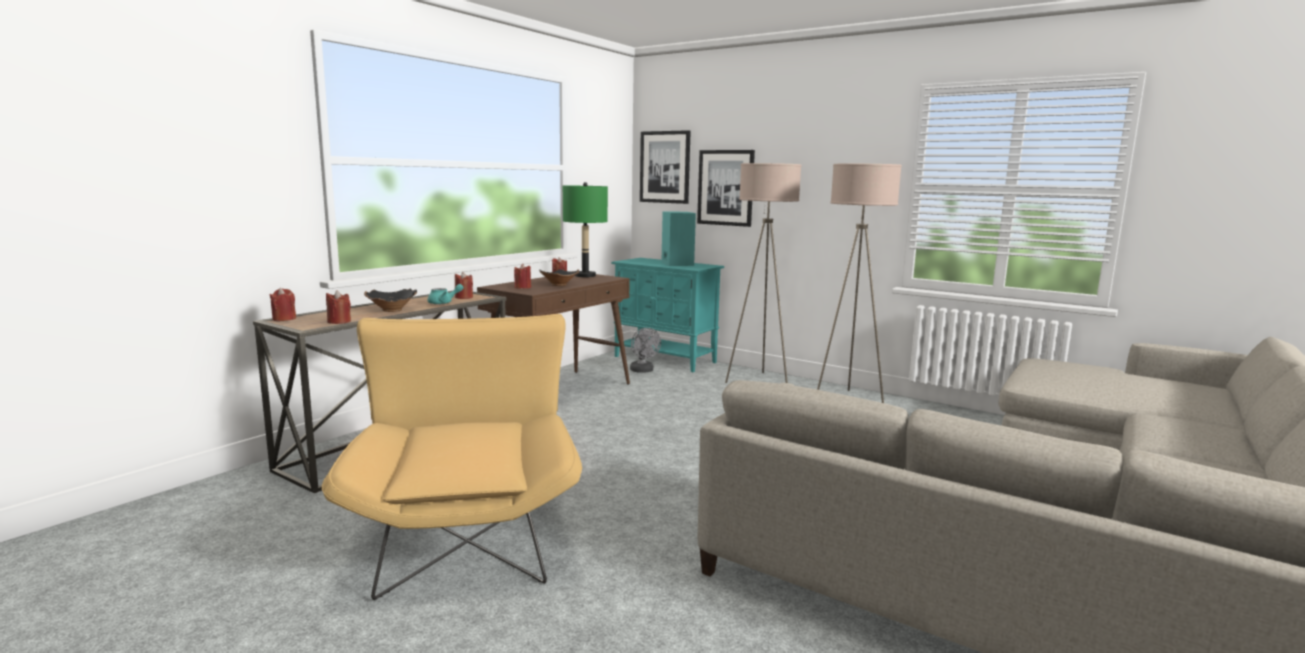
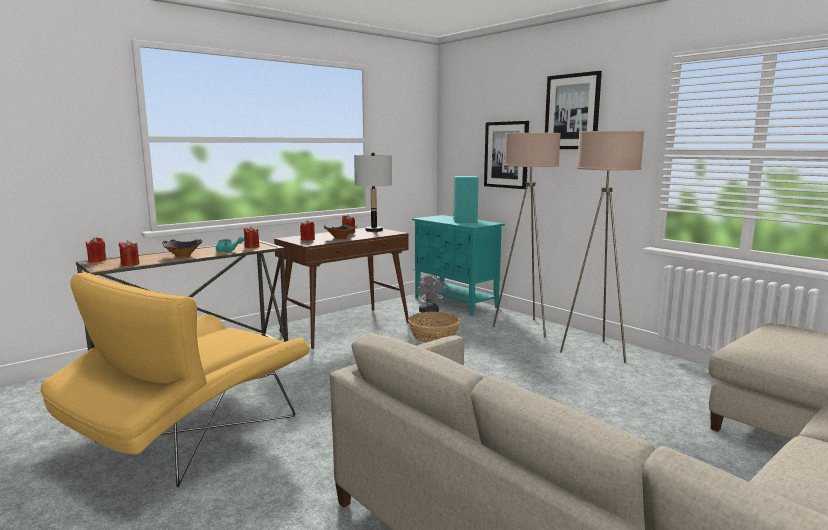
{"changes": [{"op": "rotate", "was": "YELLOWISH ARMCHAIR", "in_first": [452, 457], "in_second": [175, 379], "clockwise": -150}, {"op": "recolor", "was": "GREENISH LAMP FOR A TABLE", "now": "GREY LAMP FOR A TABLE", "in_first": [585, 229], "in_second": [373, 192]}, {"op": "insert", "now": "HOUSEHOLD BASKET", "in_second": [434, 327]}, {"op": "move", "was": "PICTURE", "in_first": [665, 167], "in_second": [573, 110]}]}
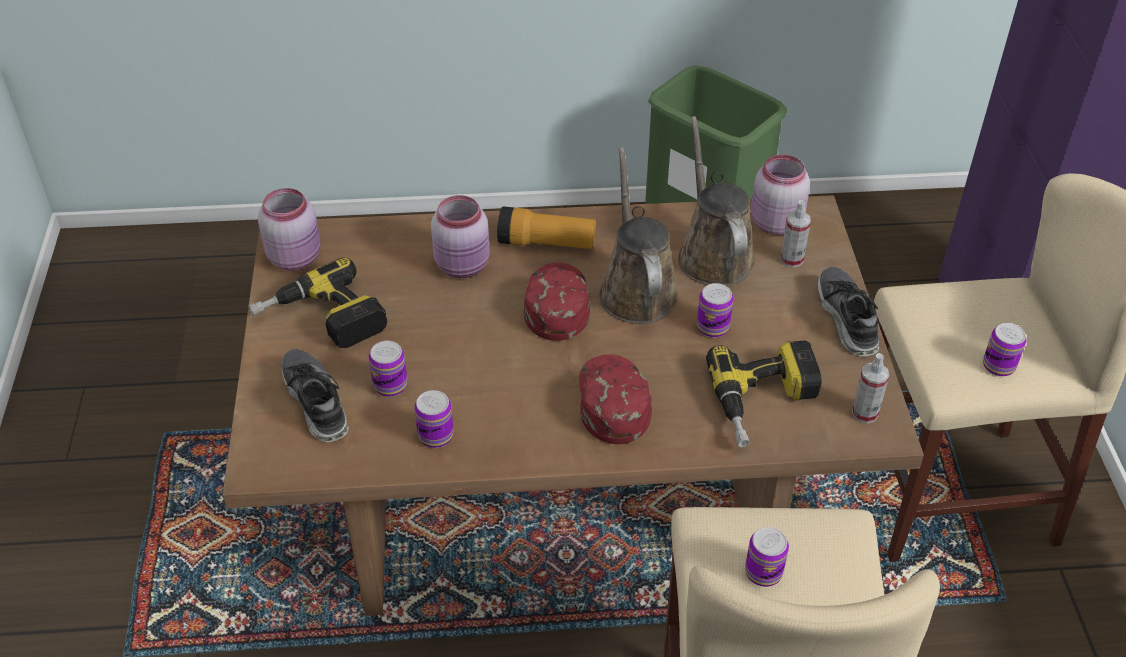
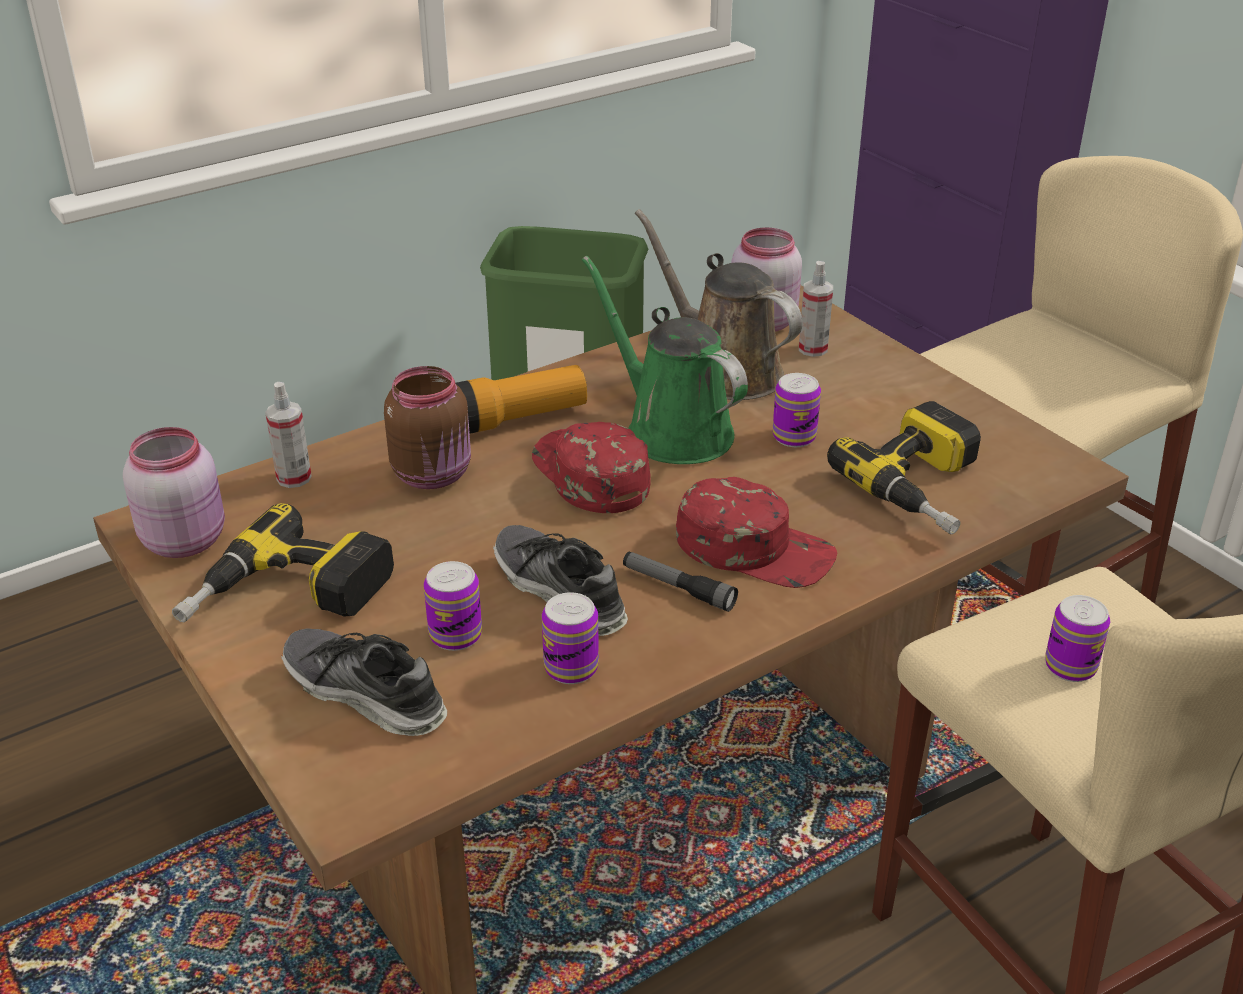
{"changes": [{"op": "move", "was": "SPRAY BOTTLE", "in_first": [870, 388], "in_second": [288, 435]}, {"op": "recolor", "was": "PINK-COLOURED JAR", "now": "BROWN JAR", "in_first": [460, 236], "in_second": [427, 427]}, {"op": "move", "was": "ITEM OF FOOTWEAR", "in_first": [848, 311], "in_second": [560, 580]}, {"op": "recolor", "was": "BROWN SPRINKLING CAN", "now": "GREENISH SPRINKLING CAN", "in_first": [638, 235], "in_second": [665, 360]}, {"op": "insert", "now": "TORCH", "in_second": [680, 581]}, {"op": "rotate", "was": "RED-COLOURED CAP", "in_first": [615, 399], "in_second": [756, 532], "clockwise": 150}, {"op": "delete", "was": "METAL CAN", "in_first": [1005, 350]}]}
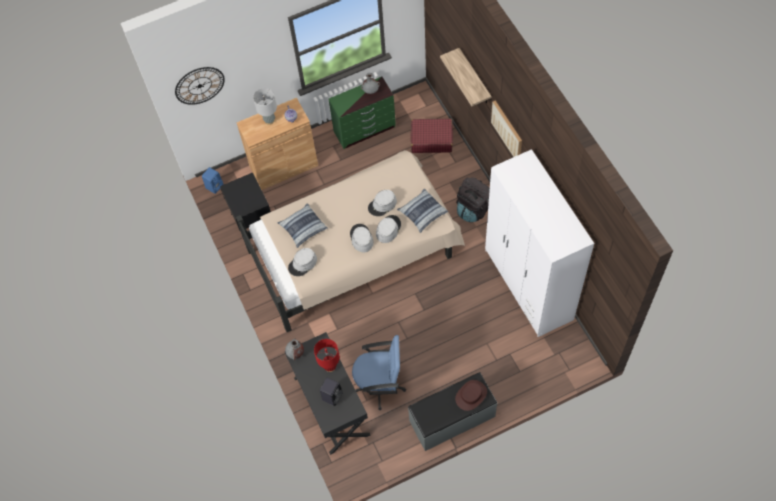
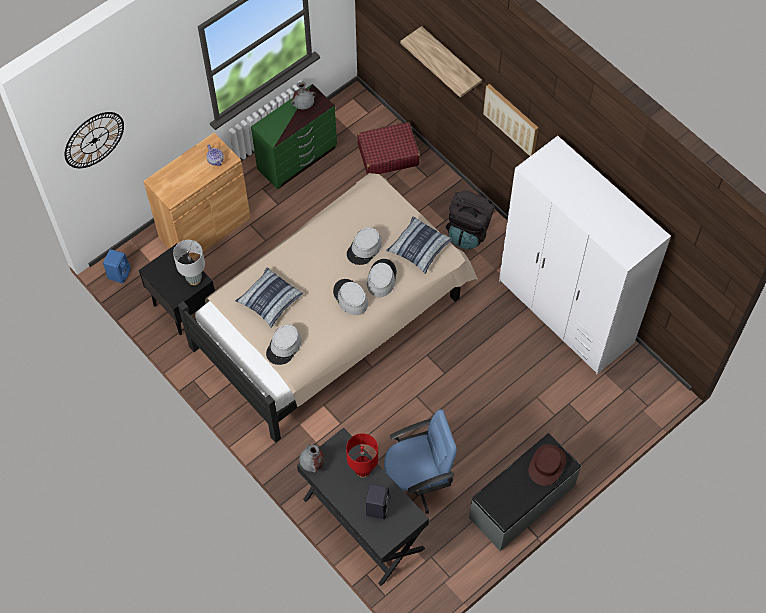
{"changes": [{"op": "move", "was": "GREY LAMP FOR A TABLE", "in_first": [265, 106], "in_second": [189, 262]}]}
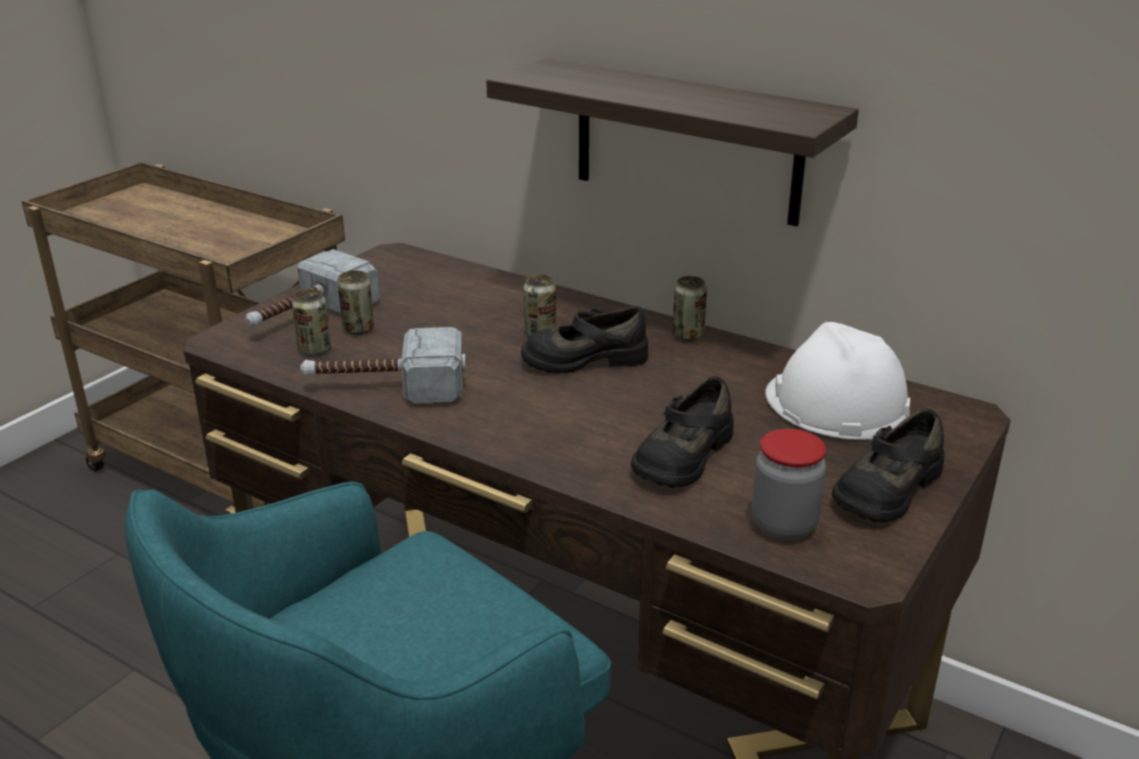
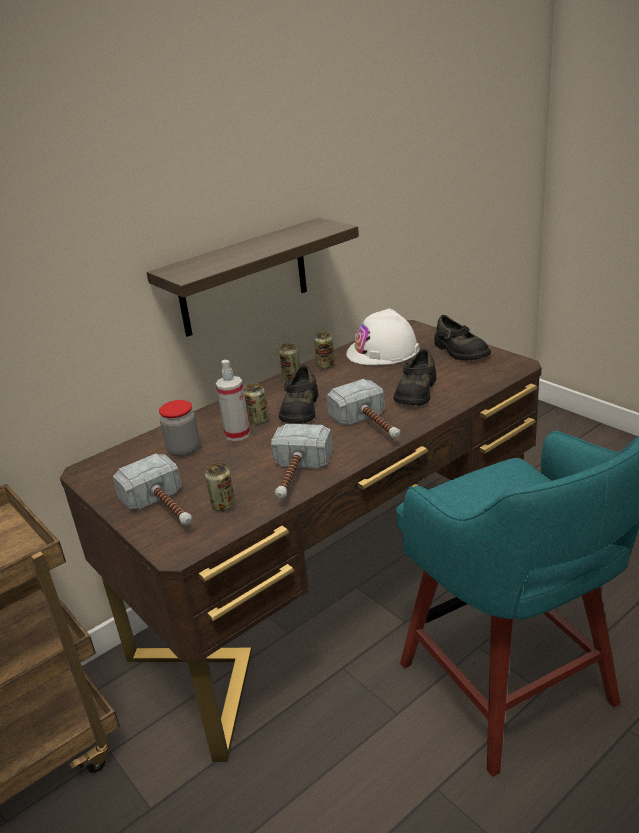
{"changes": [{"op": "move", "was": "JAR", "in_first": [789, 485], "in_second": [179, 428]}, {"op": "insert", "now": "SPRAY BOTTLE", "in_second": [233, 400]}, {"op": "move", "was": "METAL CAN", "in_first": [356, 302], "in_second": [324, 350]}, {"op": "insert", "now": "TOOL HAMMER", "in_second": [363, 408]}, {"op": "rotate", "was": "BLACK ITEM OF FOOTWEAR", "in_first": [682, 432], "in_second": [415, 377], "clockwise": 60}]}
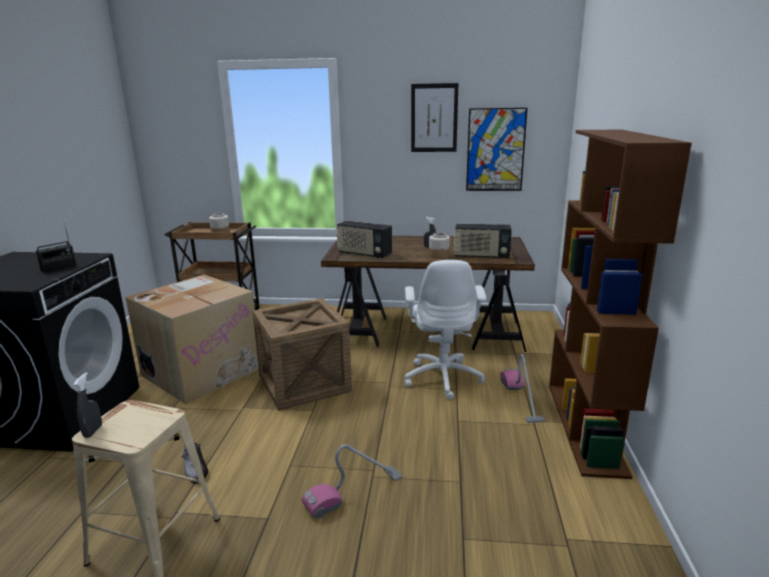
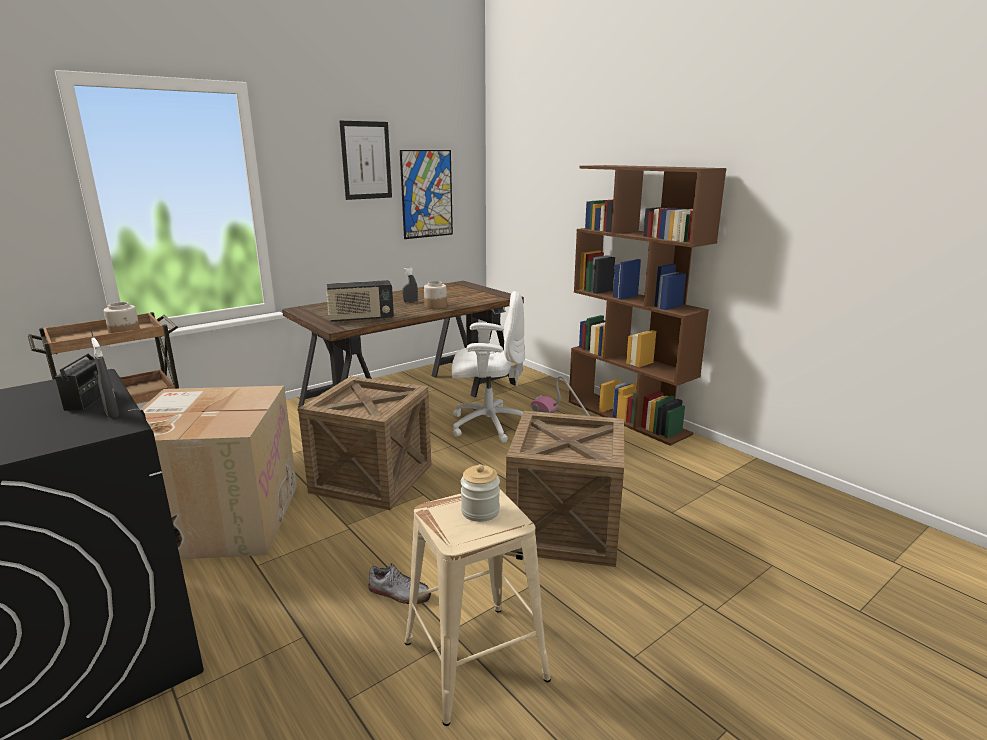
{"changes": [{"op": "move", "was": "GREY SPRAY BOTTLE", "in_first": [88, 405], "in_second": [105, 377]}, {"op": "rotate", "was": "WHITISH DESK CHAIR", "in_first": [445, 330], "in_second": [488, 367], "clockwise": -45}, {"op": "insert", "now": "JAR", "in_second": [480, 493]}, {"op": "replace", "was": "HOOVER", "now": "SHIPPING CRATE", "in_first": [352, 481], "in_second": [565, 489]}, {"op": "delete", "was": "RADIO RECEIVER", "in_first": [483, 241]}]}
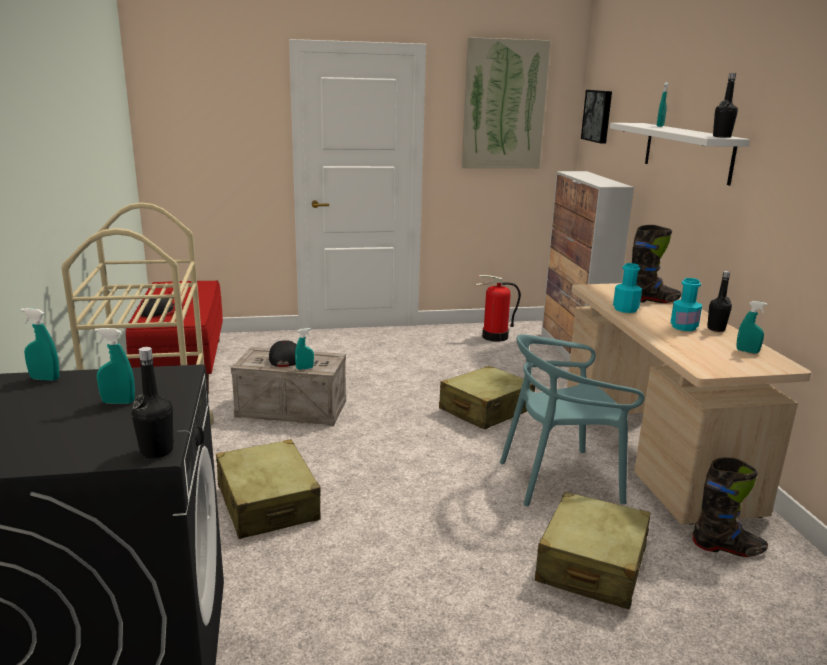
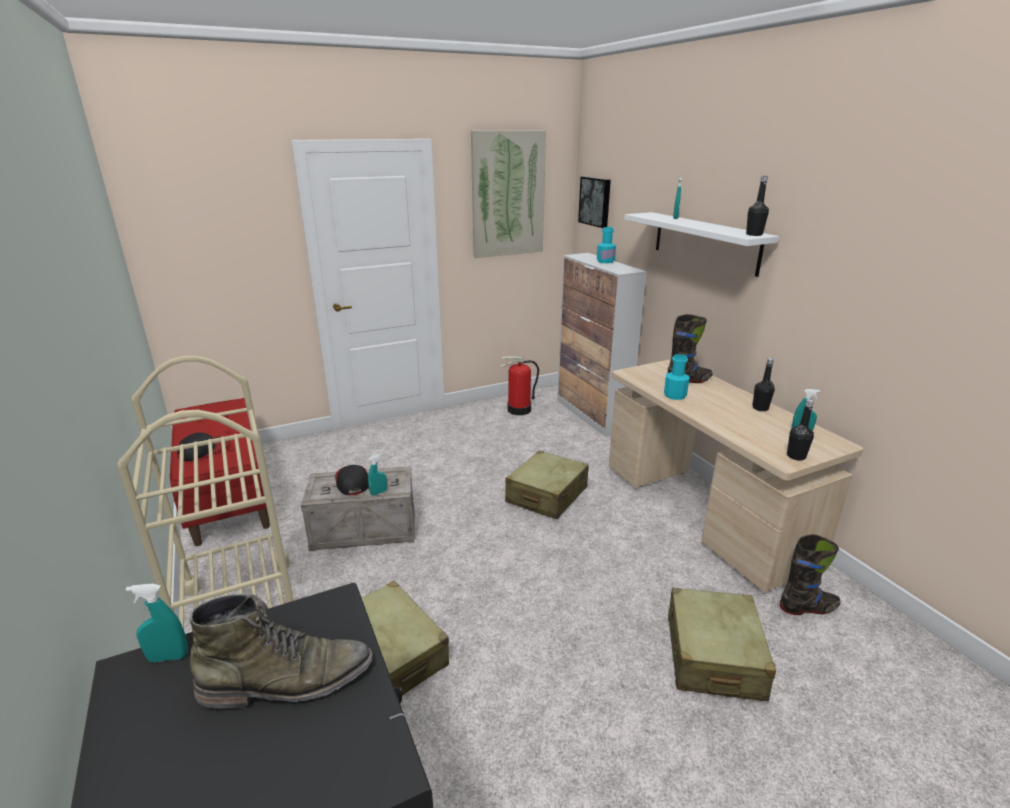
{"changes": [{"op": "replace", "was": "BLUE-GREEN SPRAY BOTTLE", "now": "GREENISH BOOT", "in_first": [114, 366], "in_second": [281, 651]}, {"op": "move", "was": "BLUE-GREEN BOTTLE", "in_first": [686, 304], "in_second": [606, 245]}, {"op": "move", "was": "BLACK BOTTLE", "in_first": [152, 403], "in_second": [800, 430]}, {"op": "delete", "was": "BLUE-GREEN UPRIGHT CHAIR", "in_first": [572, 420]}]}
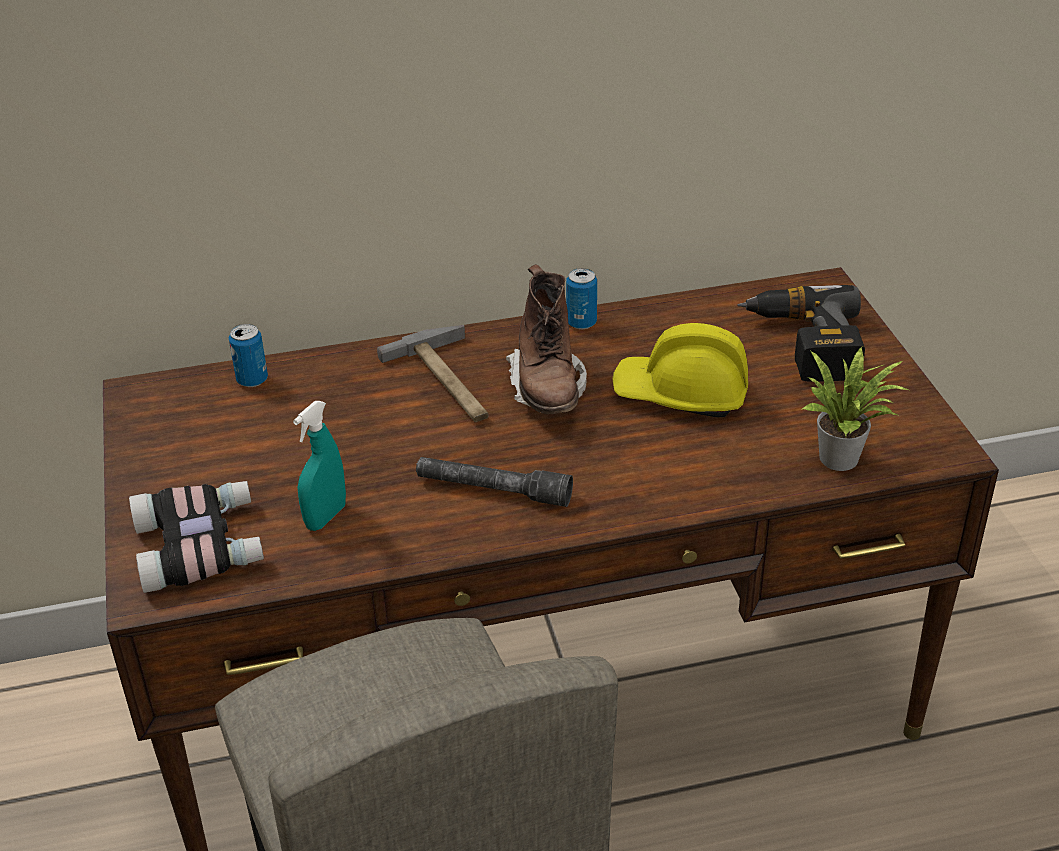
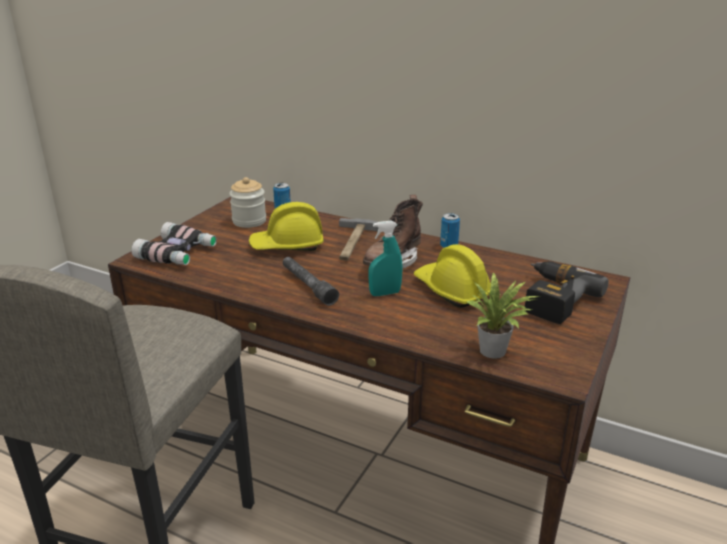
{"changes": [{"op": "insert", "now": "JAR", "in_second": [247, 202]}, {"op": "insert", "now": "YELLOWISH SAFETY HELMET", "in_second": [286, 226]}, {"op": "move", "was": "BLUE-GREEN SPRAY BOTTLE", "in_first": [319, 466], "in_second": [385, 258]}]}
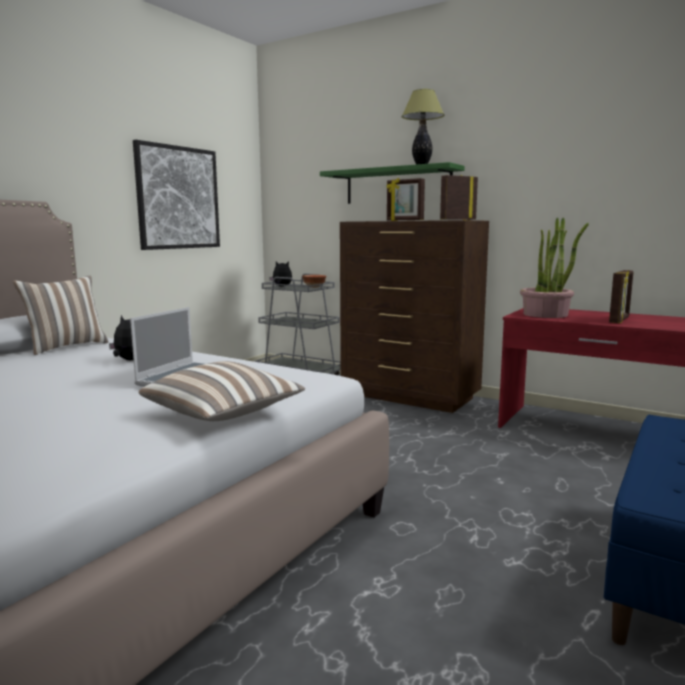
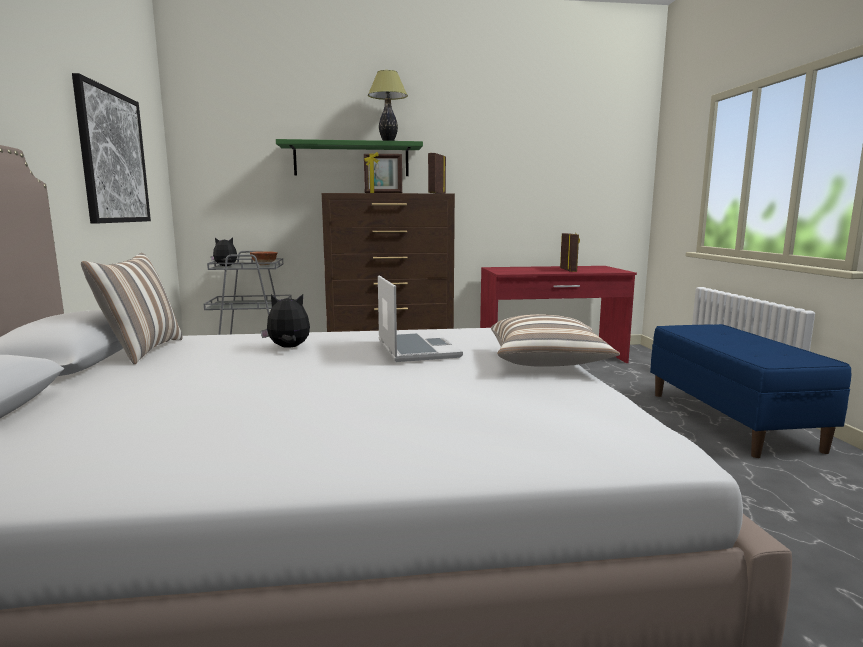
{"changes": [{"op": "delete", "was": "PLANT IN A POT", "in_first": [554, 267]}]}
